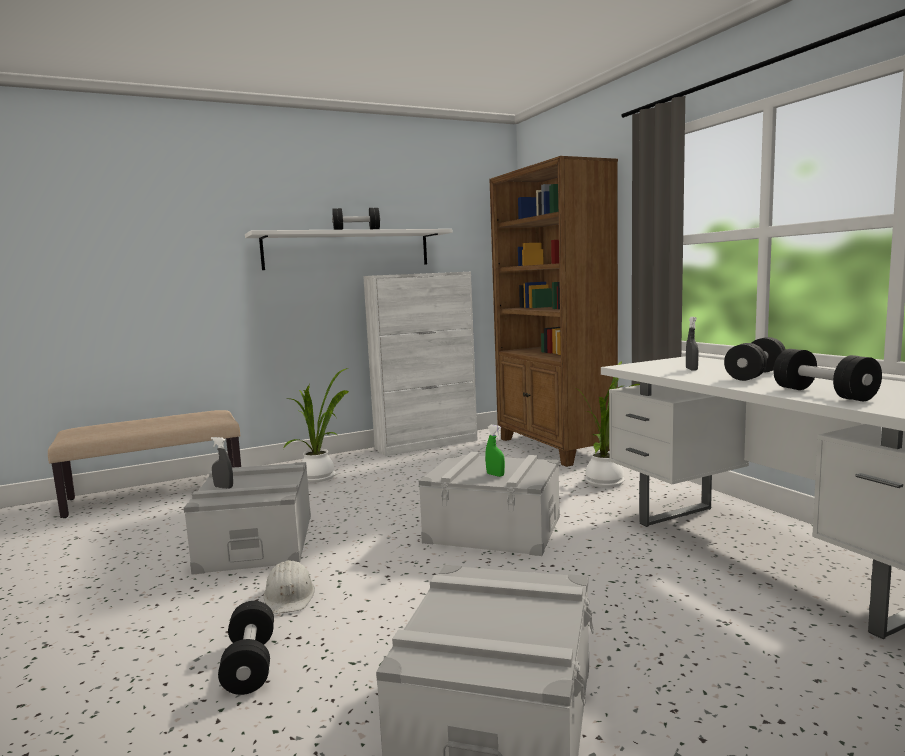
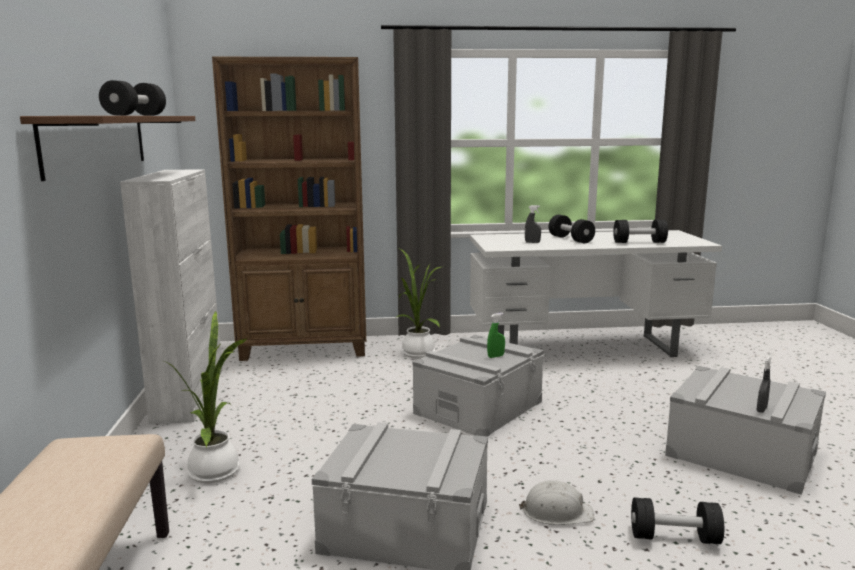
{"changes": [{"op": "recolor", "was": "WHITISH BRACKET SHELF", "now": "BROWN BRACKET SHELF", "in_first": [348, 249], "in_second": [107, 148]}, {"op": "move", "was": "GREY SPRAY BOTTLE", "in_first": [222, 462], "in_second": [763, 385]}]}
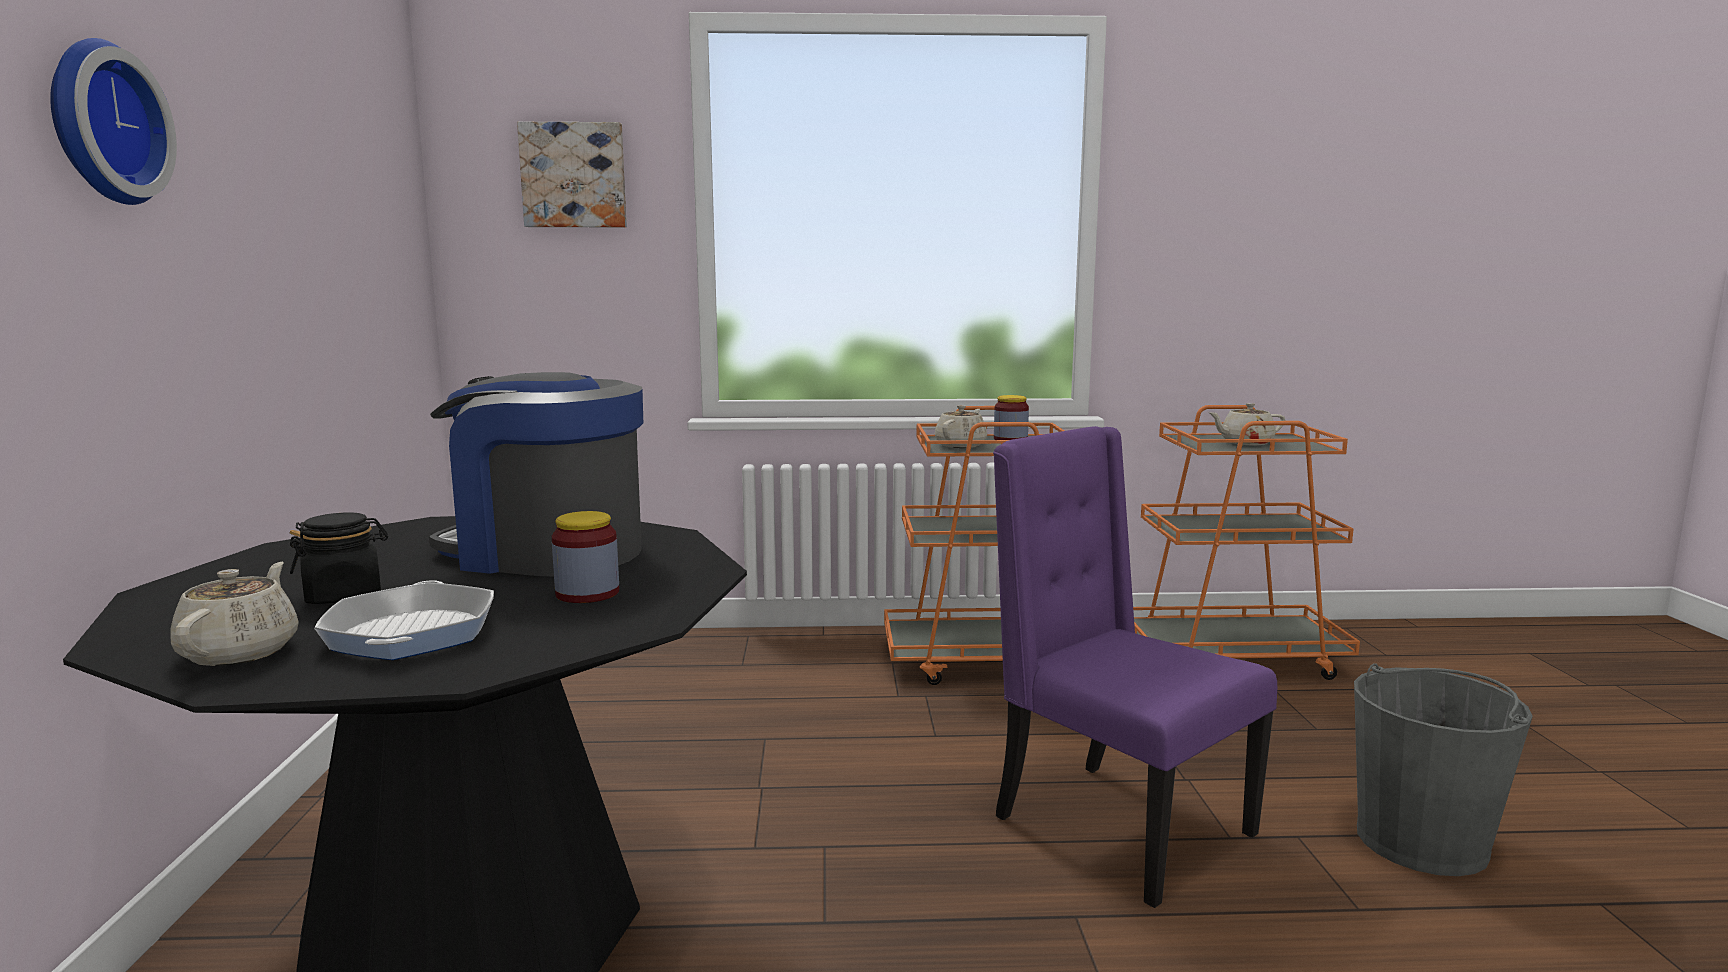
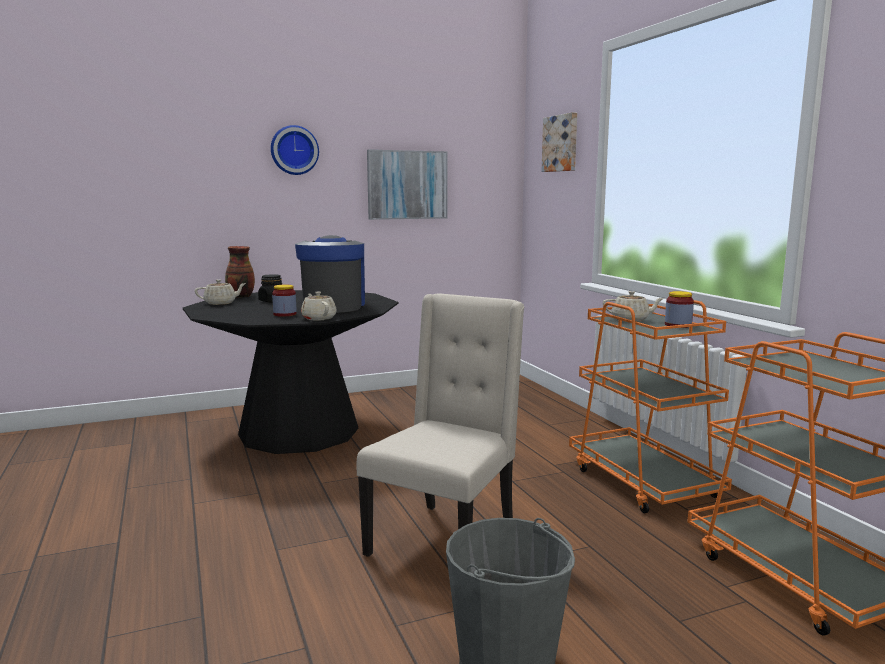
{"changes": [{"op": "insert", "now": "FLOWER VASE", "in_second": [240, 272]}, {"op": "move", "was": "BEIGE POT FOR TEA", "in_first": [1247, 424], "in_second": [319, 306]}, {"op": "recolor", "was": "PURPLE UPRIGHT CHAIR", "now": "BEIGE UPRIGHT CHAIR", "in_first": [1135, 667], "in_second": [440, 425]}, {"op": "insert", "now": "PICTURE", "in_second": [407, 185]}, {"op": "delete", "was": "SKILLET", "in_first": [404, 620]}]}
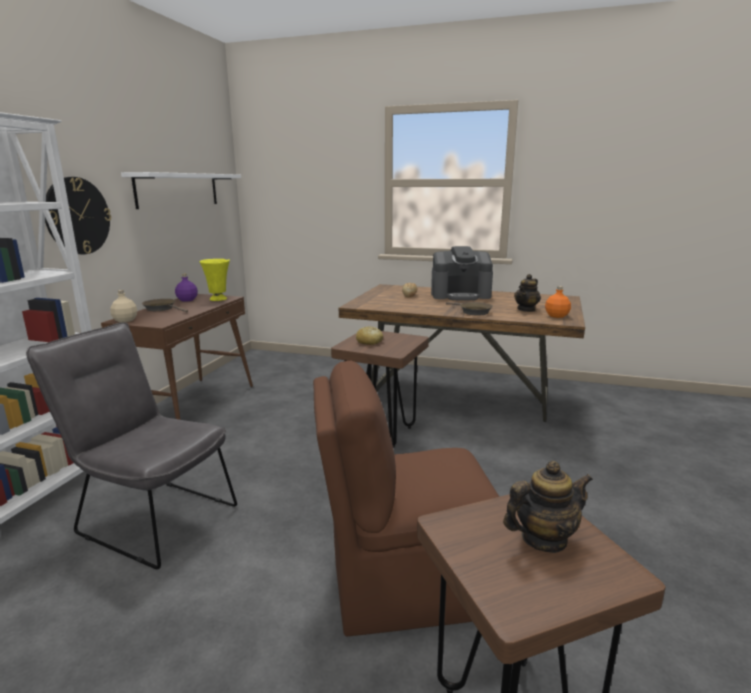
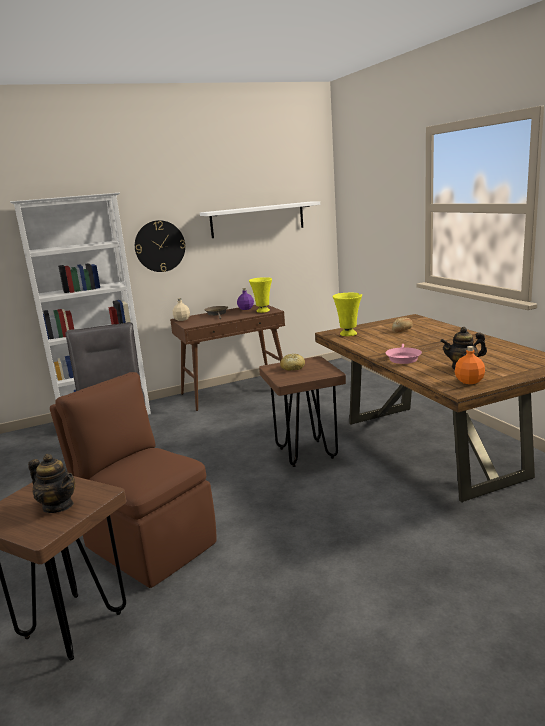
{"changes": [{"op": "insert", "now": "YELLOWISH FLOWER VASE", "in_second": [347, 314]}, {"op": "recolor", "was": "BROWN SKILLET", "now": "PINK-COLOURED SKILLET", "in_first": [469, 309], "in_second": [404, 354]}, {"op": "delete", "was": "COFFEE MAKER", "in_first": [462, 273]}]}
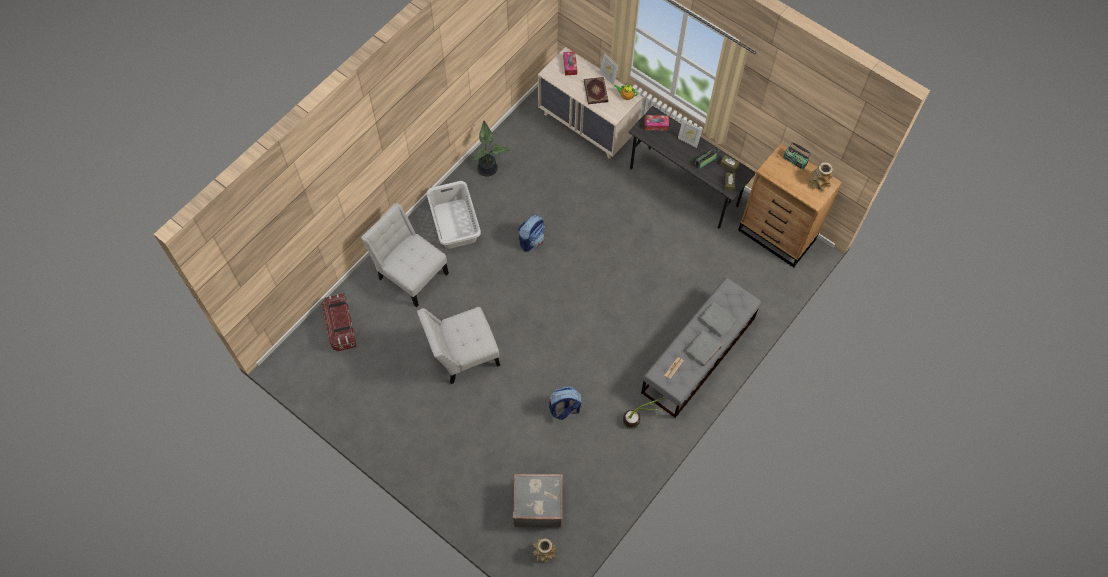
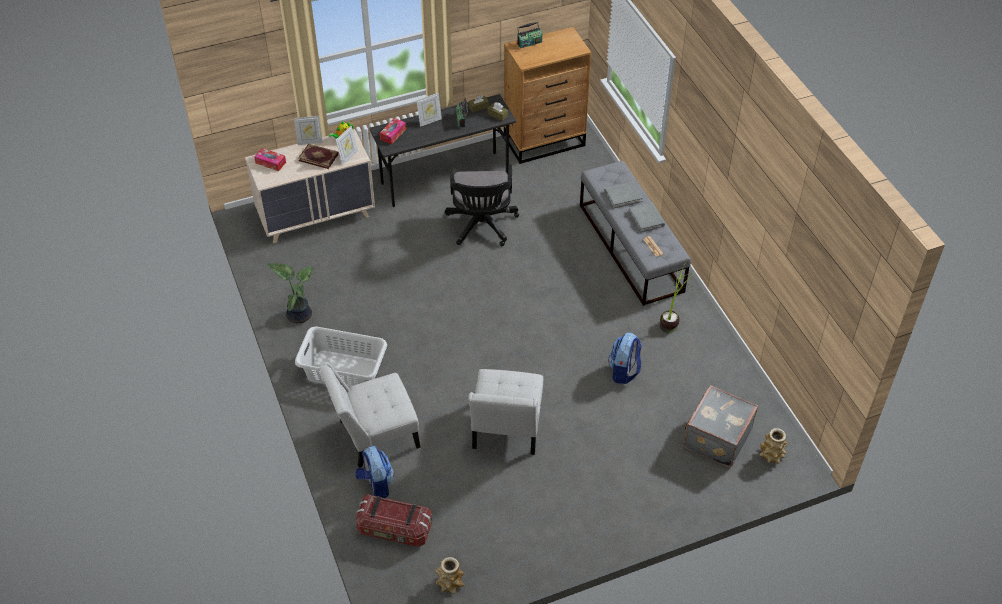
{"changes": [{"op": "insert", "now": "PHOTO FRAME", "in_second": [347, 145]}, {"op": "move", "was": "BACKPACK", "in_first": [531, 233], "in_second": [374, 472]}, {"op": "move", "was": "FLOWER VASE", "in_first": [821, 176], "in_second": [449, 575]}, {"op": "insert", "now": "BLACK DESK CHAIR", "in_second": [482, 205]}]}
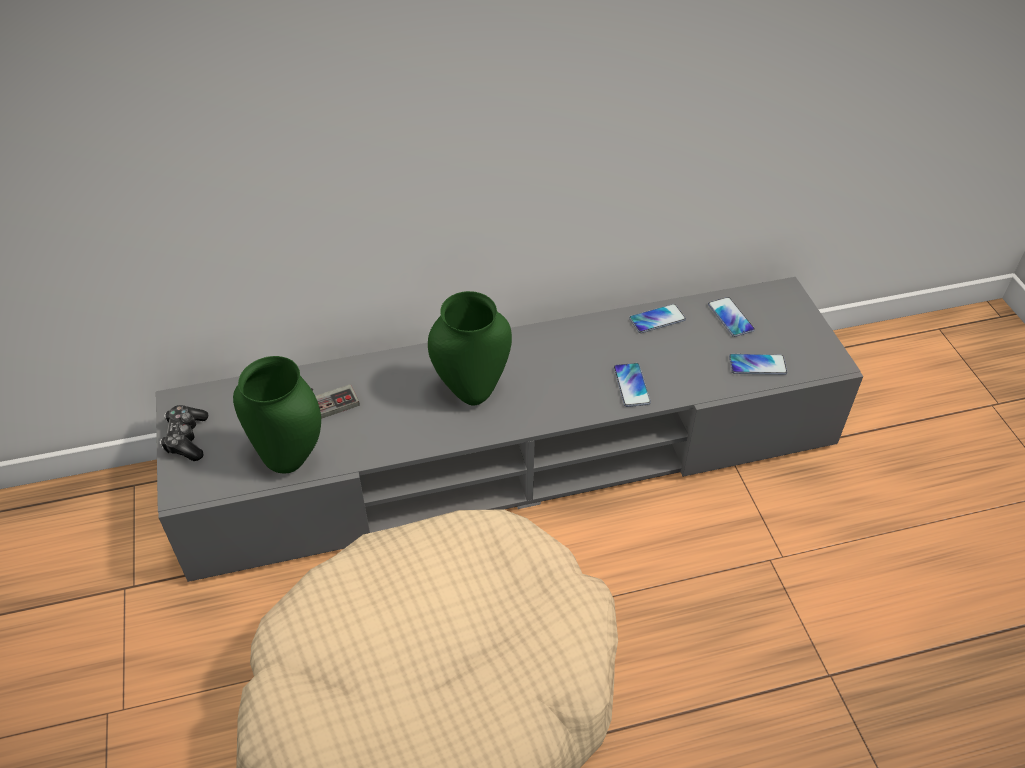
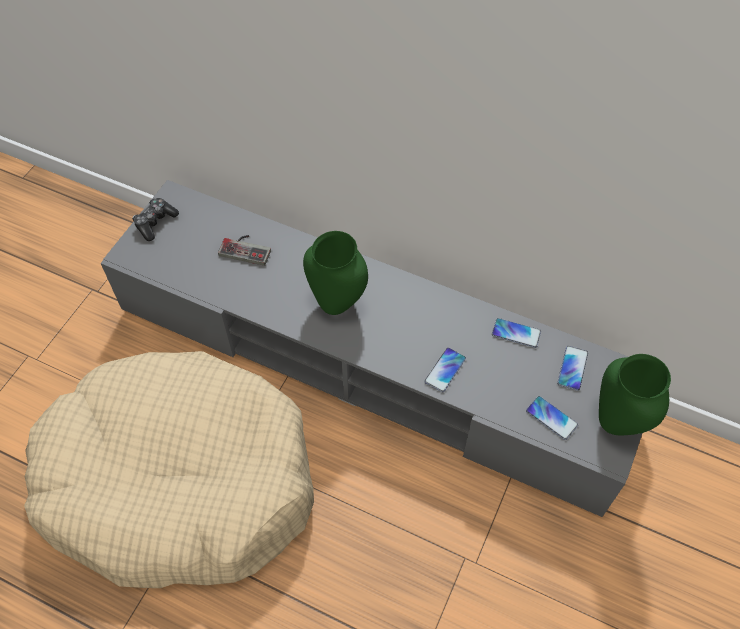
{"changes": [{"op": "move", "was": "GREENISH FLOWER VASE", "in_first": [277, 414], "in_second": [635, 394]}]}
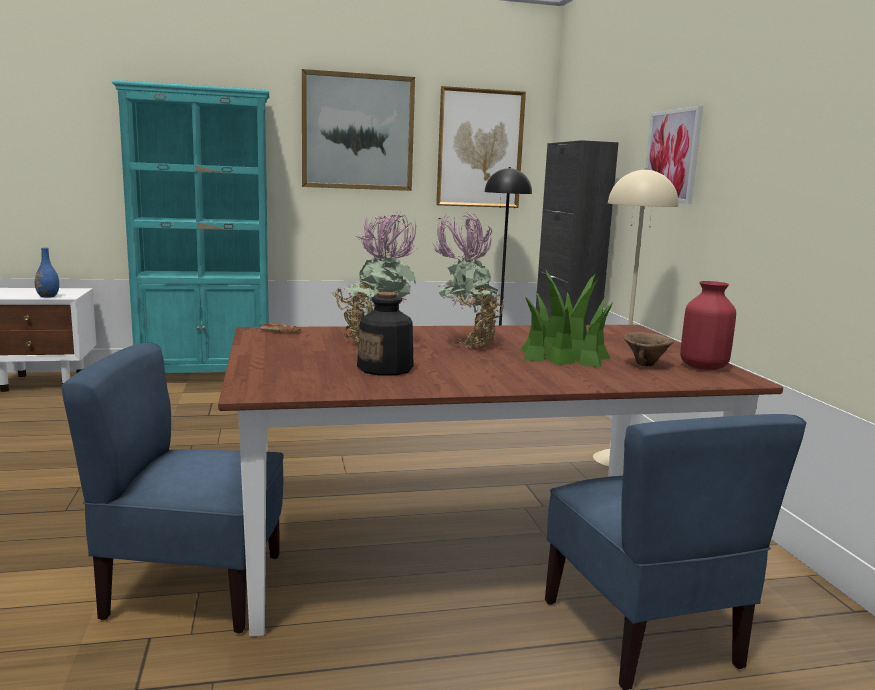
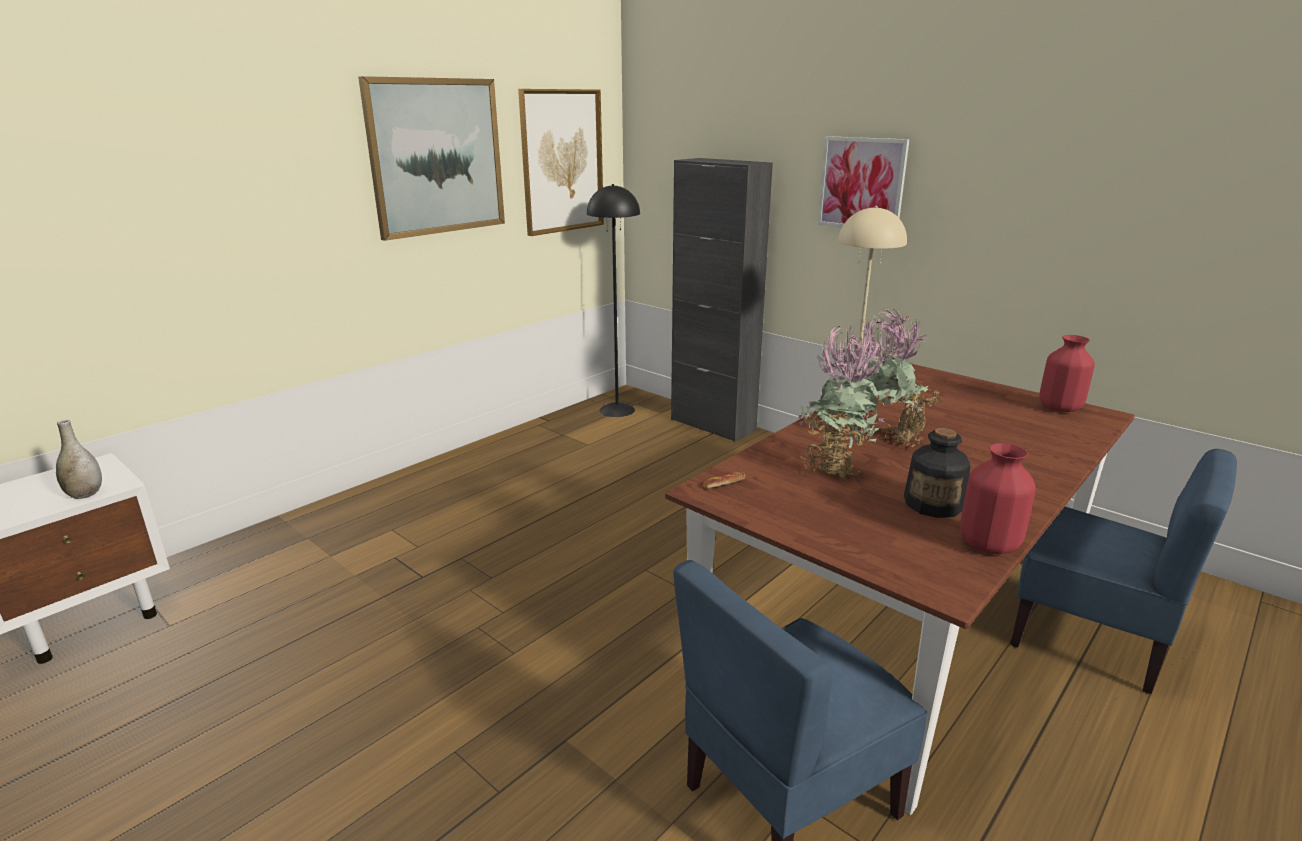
{"changes": [{"op": "recolor", "was": "BLUISH FLOWER VASE", "now": "GREY FLOWER VASE", "in_first": [47, 273], "in_second": [79, 459]}, {"op": "insert", "now": "RED-COLOURED FLOWER VASE", "in_second": [998, 498]}, {"op": "delete", "was": "BLUE-GREEN SHELVING UNIT", "in_first": [190, 226]}, {"op": "delete", "was": "PLANT IN A POT", "in_first": [567, 318]}, {"op": "delete", "was": "BROWN BOWL", "in_first": [649, 349]}]}
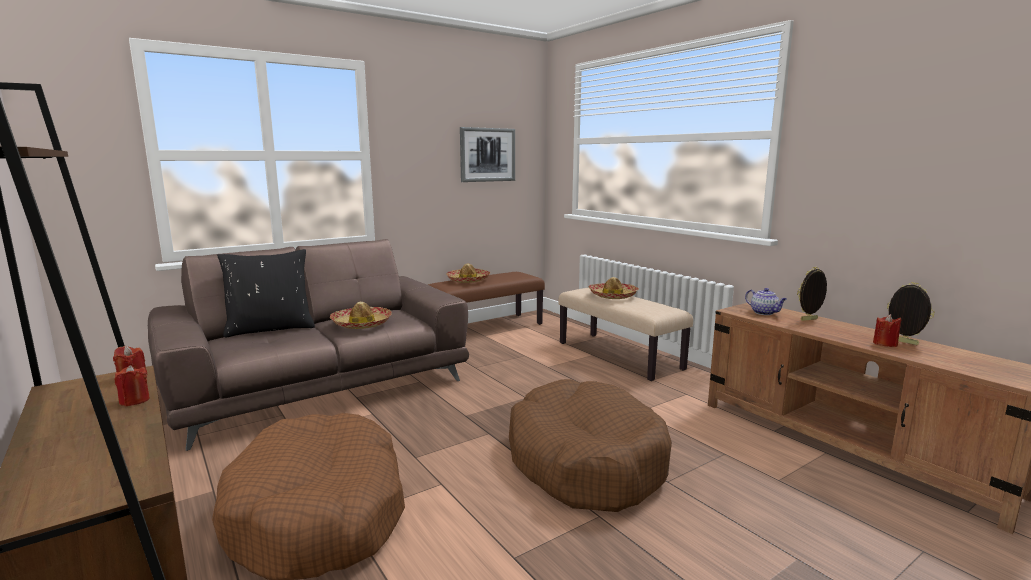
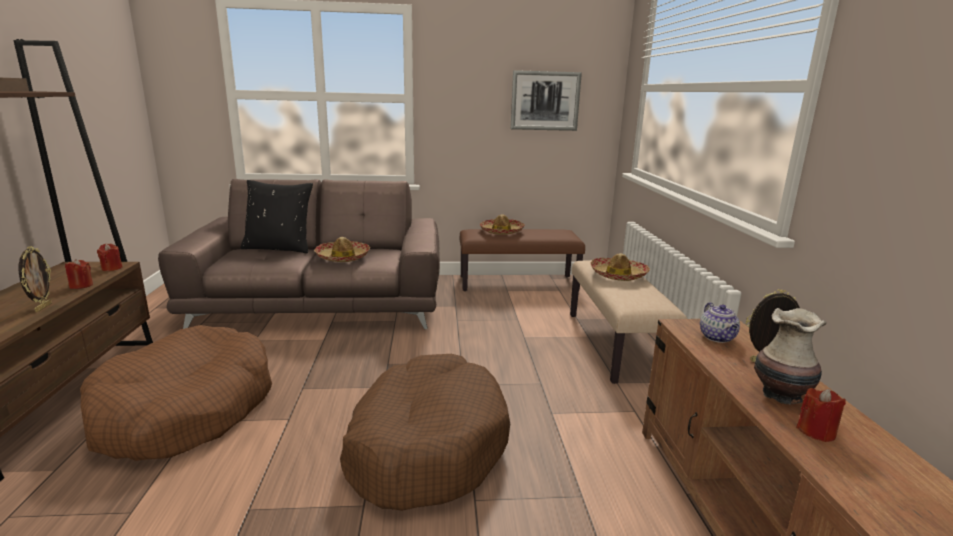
{"changes": [{"op": "move", "was": "PHOTO FRAME", "in_first": [911, 313], "in_second": [35, 279]}, {"op": "insert", "now": "FLOWER VASE", "in_second": [790, 356]}]}
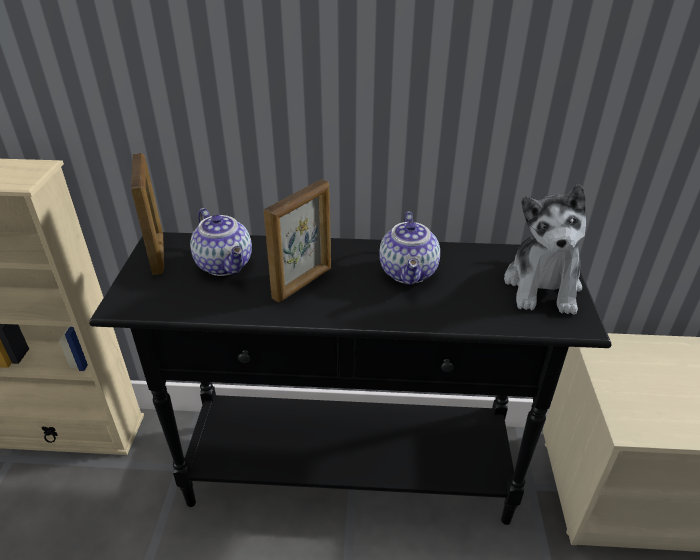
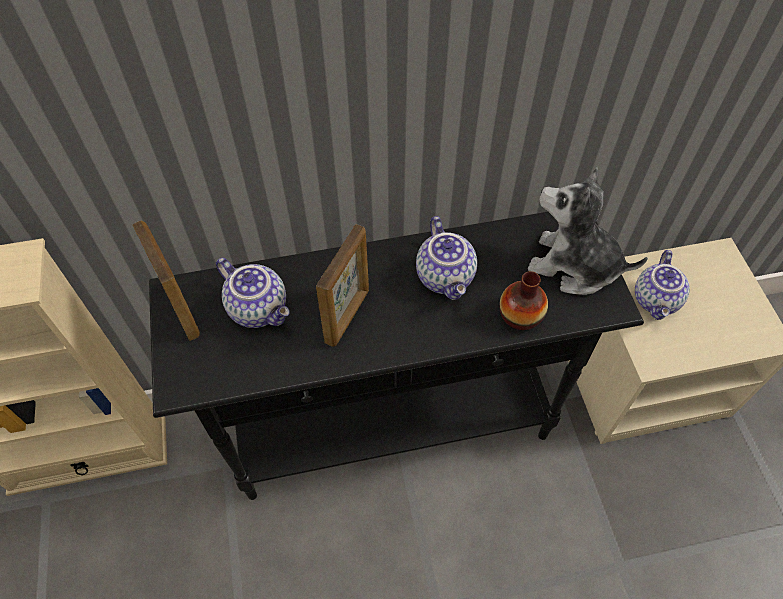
{"changes": [{"op": "insert", "now": "FLOWER VASE", "in_second": [523, 300]}, {"op": "rotate", "was": "PLUSH TOY", "in_first": [545, 249], "in_second": [588, 231], "clockwise": 120}, {"op": "insert", "now": "POT FOR TEA", "in_second": [662, 285]}]}
